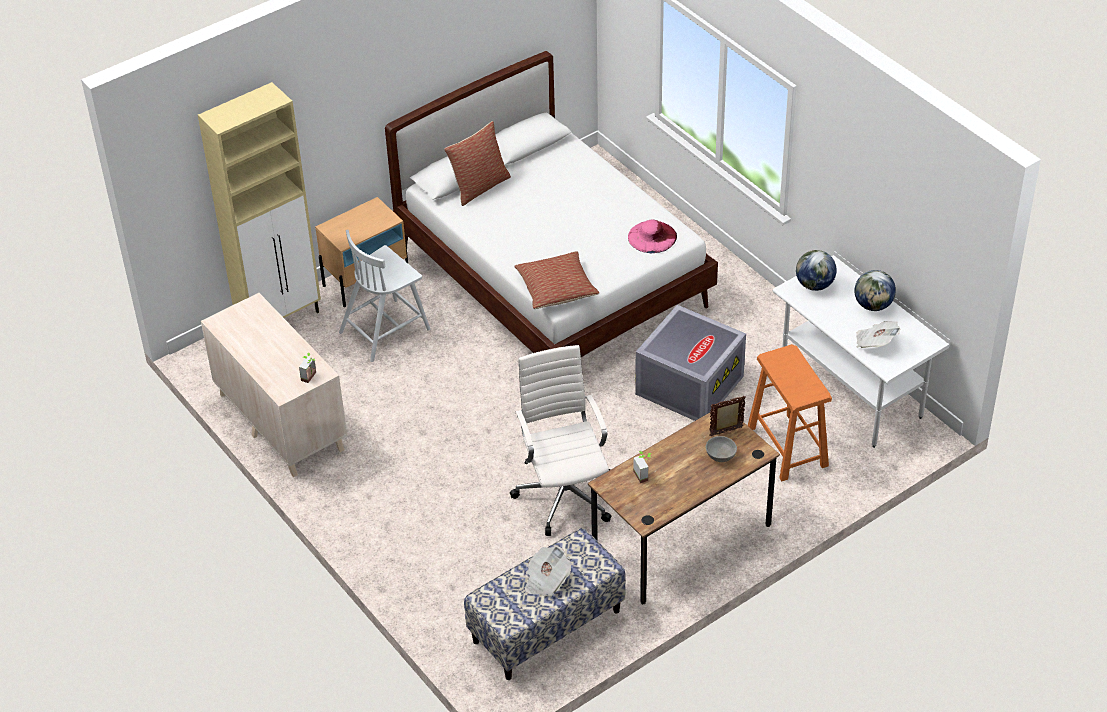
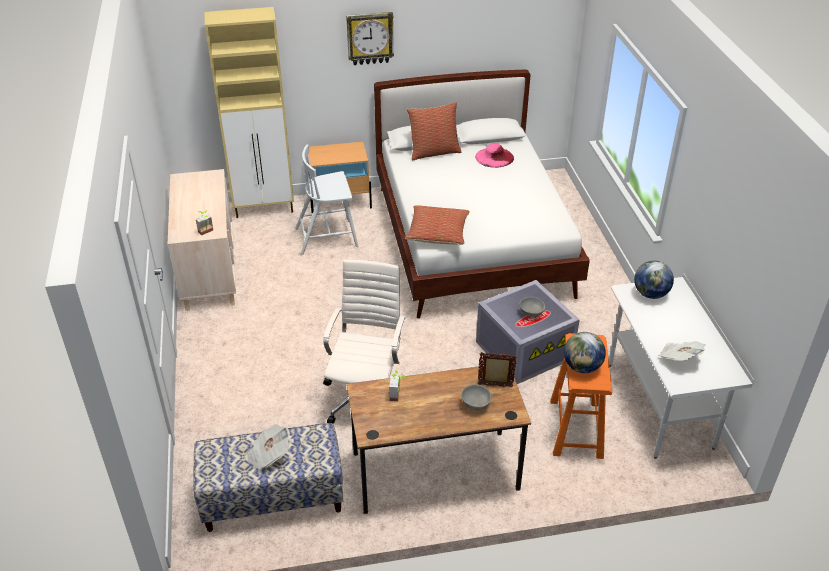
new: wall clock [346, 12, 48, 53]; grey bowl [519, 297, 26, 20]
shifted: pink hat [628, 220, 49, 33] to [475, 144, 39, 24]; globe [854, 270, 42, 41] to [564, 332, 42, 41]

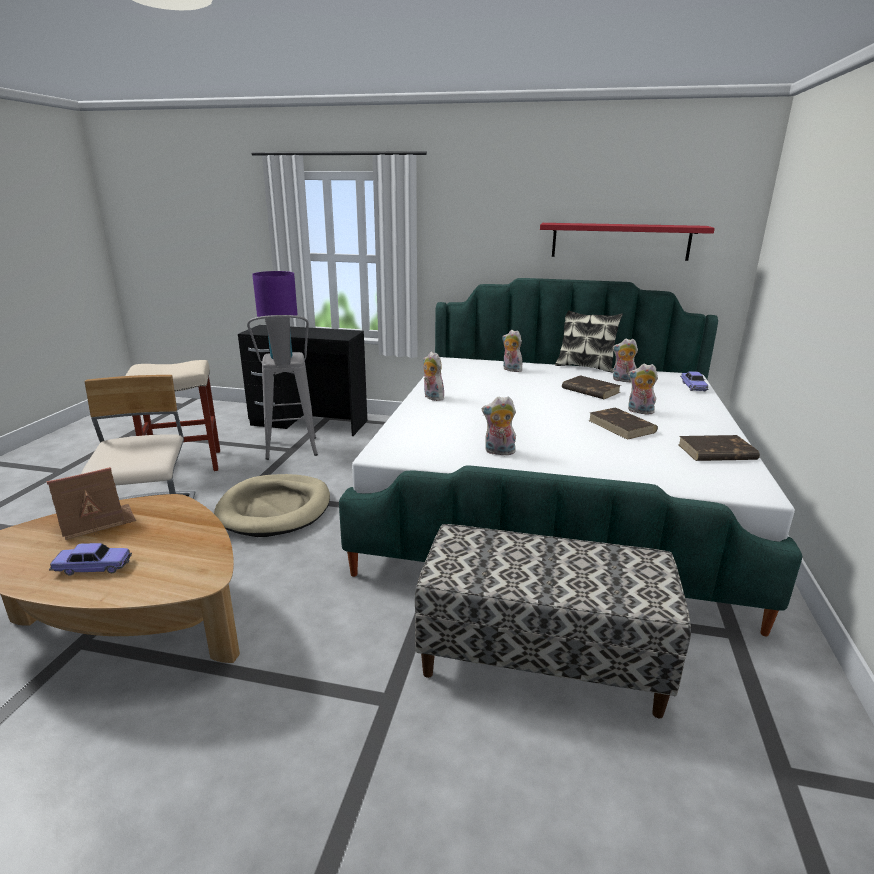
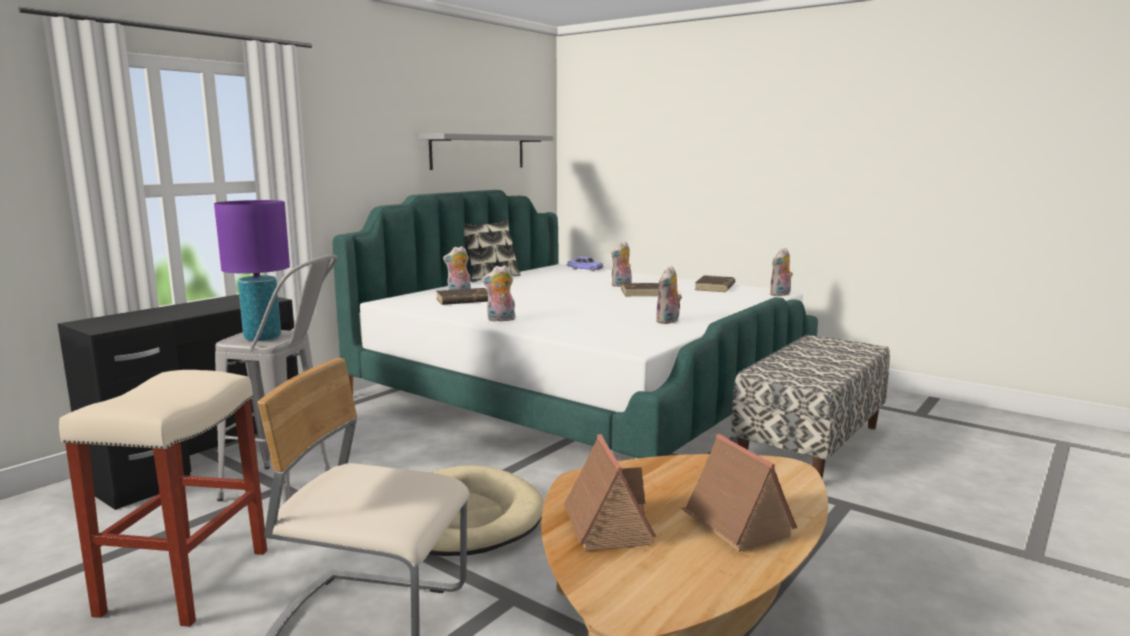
shifted: brown book [562, 375, 59, 24] to [436, 288, 52, 17]; plush toy [613, 338, 25, 45] to [770, 248, 23, 48]
swapped: toy car [49, 543, 83, 32] to toy house [681, 434, 116, 118]
repainted: red shelf [540, 223, 175, 38] to grey shelf [419, 133, 134, 37]

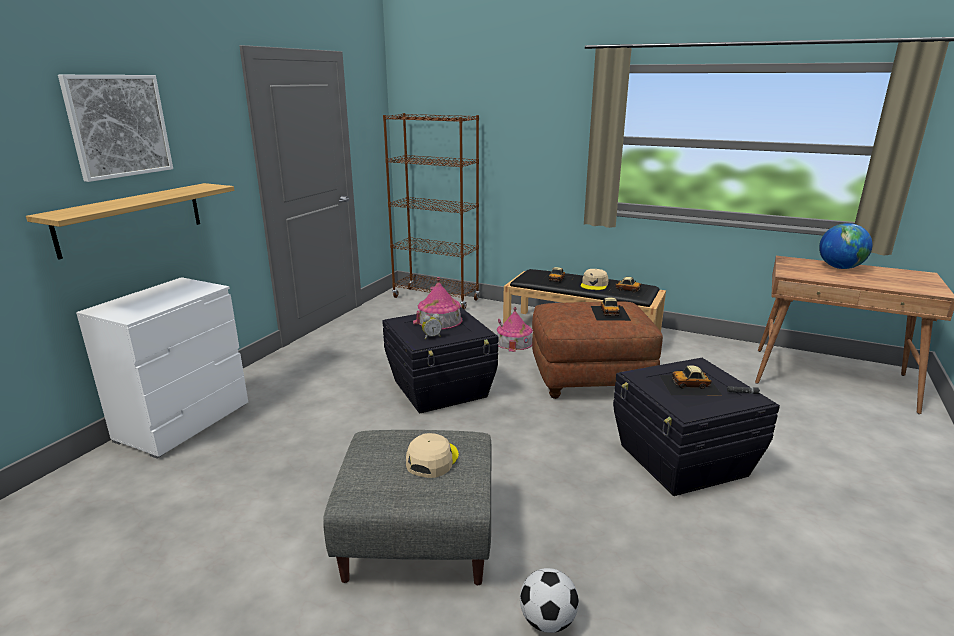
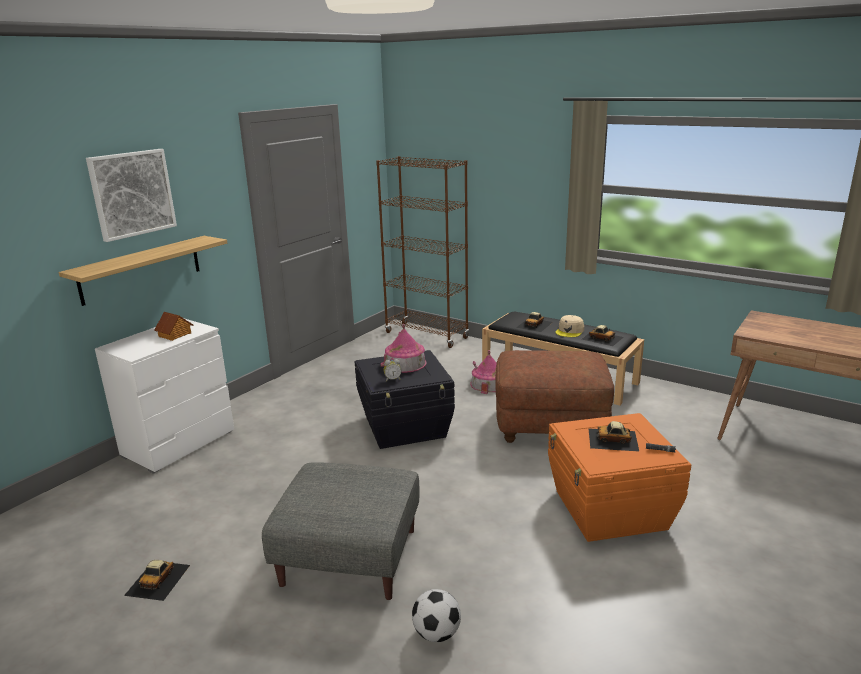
gone: beige cap [406, 433, 53, 45]; globe [819, 223, 53, 46]
new: toy house [154, 312, 39, 29]
shifted: toy car [591, 297, 40, 24] to [124, 560, 66, 41]
repainted: black storage box [613, 358, 167, 138] to orange storage box [548, 413, 143, 129]

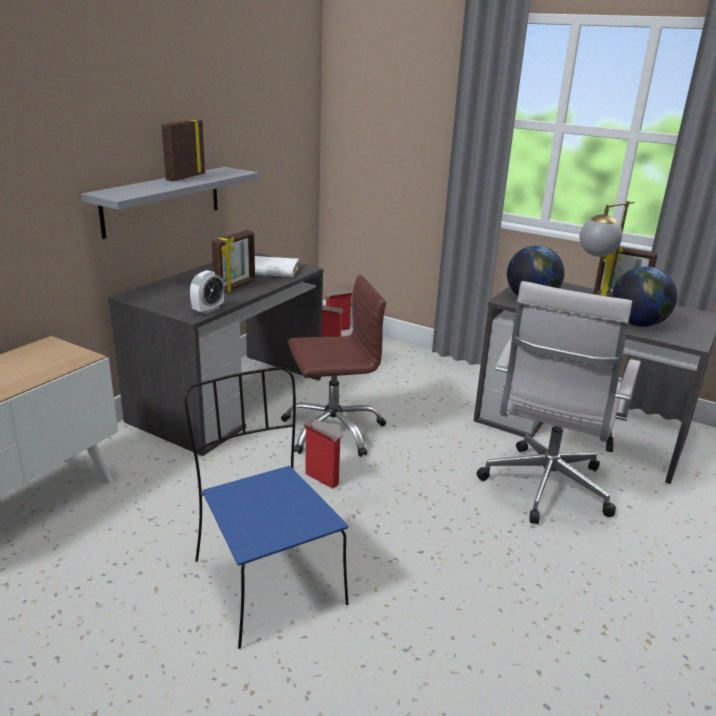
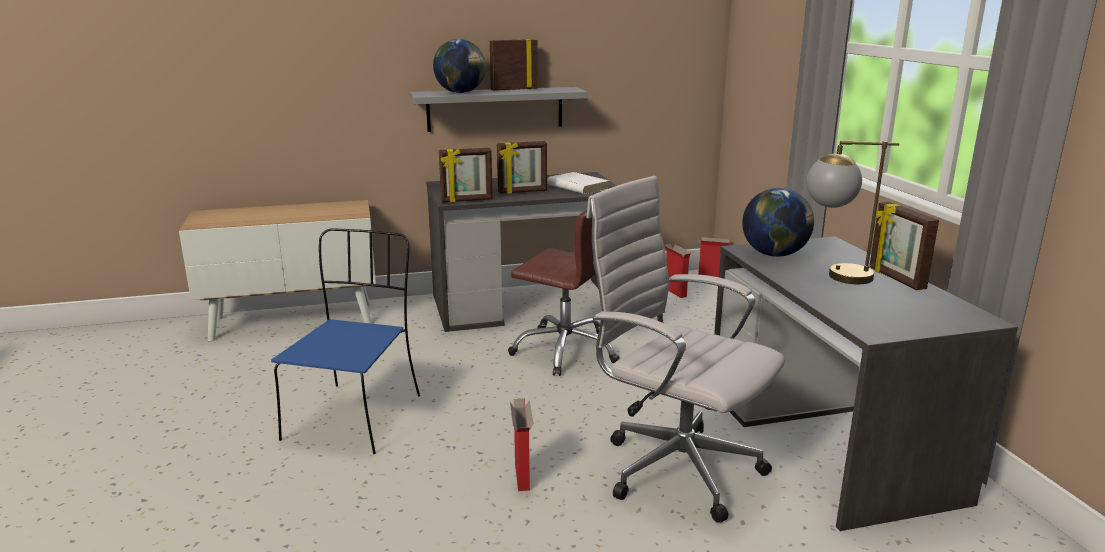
shifted: globe [612, 266, 65, 61] to [433, 39, 53, 54]; cardboard box [304, 419, 40, 70] to [510, 398, 24, 93]
swapped: alarm clock [190, 270, 34, 44] to picture frame [439, 148, 54, 55]
rotated: white office chair [477, 281, 164, 243] = [586, 176, 199, 347] 60 degrees clockwise

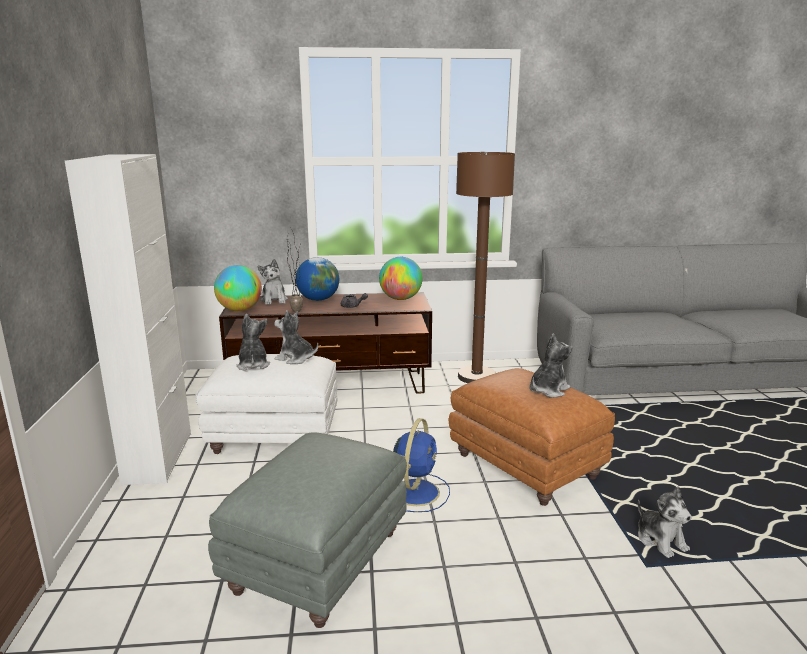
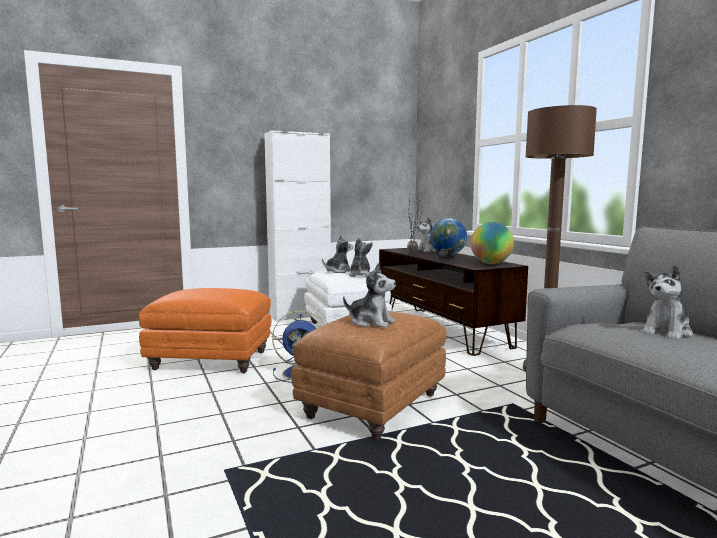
gone: globe [214, 265, 48, 46]
shifted: plush toy [638, 486, 54, 72] to [642, 265, 51, 75]
repainted: grey ottoman [208, 432, 199, 196] to orange ottoman [139, 288, 133, 85]

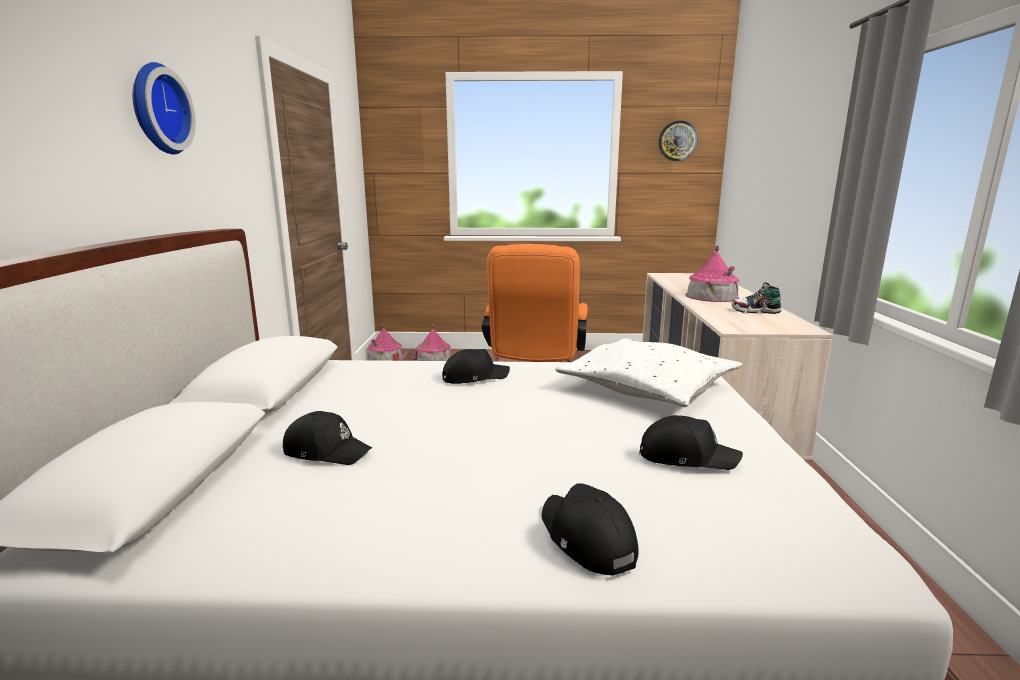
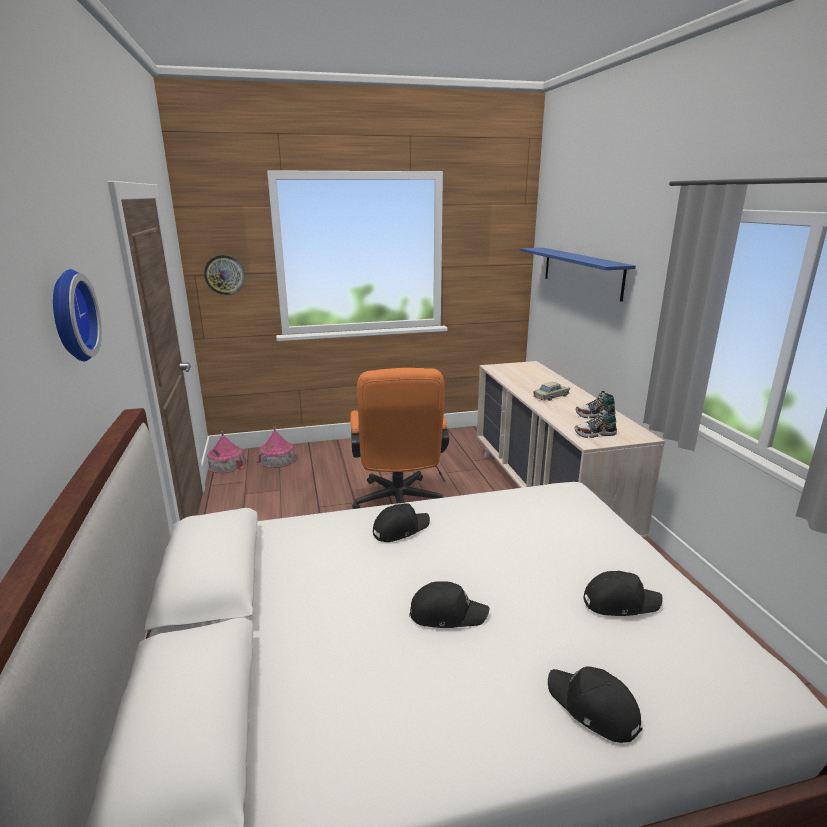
gone: white pillow [555, 338, 187, 69]
new: blue shelf [520, 248, 116, 54]; shoe [575, 408, 42, 30]
shifted: wall clock [658, 121, 40, 40] to [204, 255, 41, 40]; black cap [283, 411, 89, 54] to [409, 581, 80, 47]
swapped: toy house [686, 246, 53, 56] to beige toy car [533, 382, 37, 19]

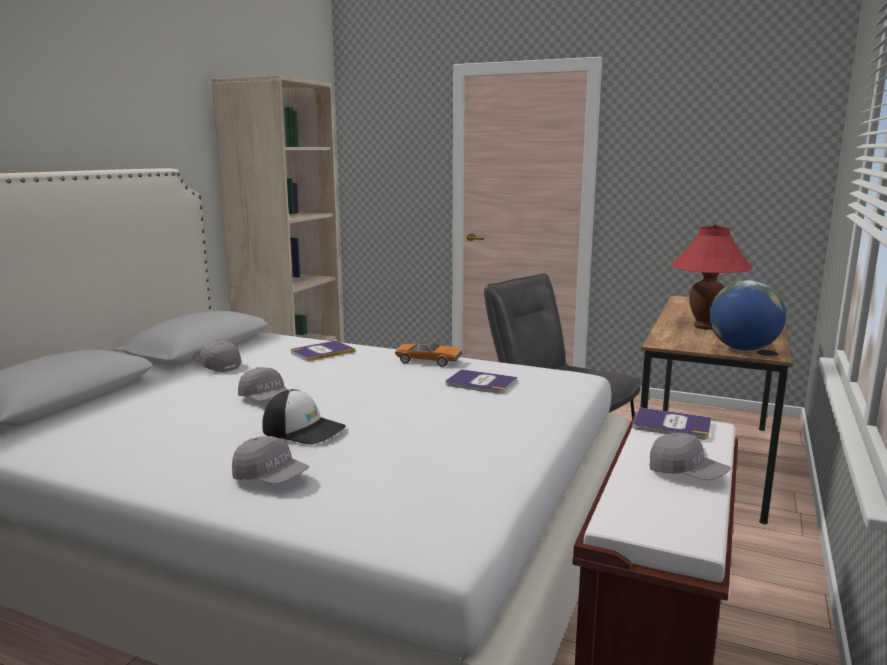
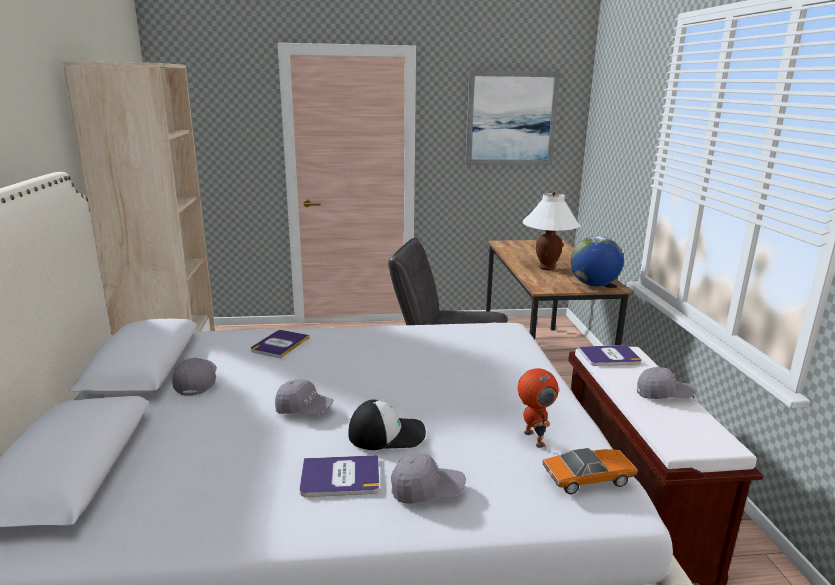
new: picture [465, 70, 95, 95]; toy robot [518, 368, 41, 80]
shifted: book [446, 369, 71, 25] to [299, 455, 80, 42]; toy car [395, 339, 67, 28] to [542, 448, 96, 46]
repainted: red table lamp [670, 224, 83, 105] to white table lamp [523, 192, 58, 78]
rotated: grey cap [192, 340, 49, 32] = [172, 358, 45, 38] 75 degrees clockwise

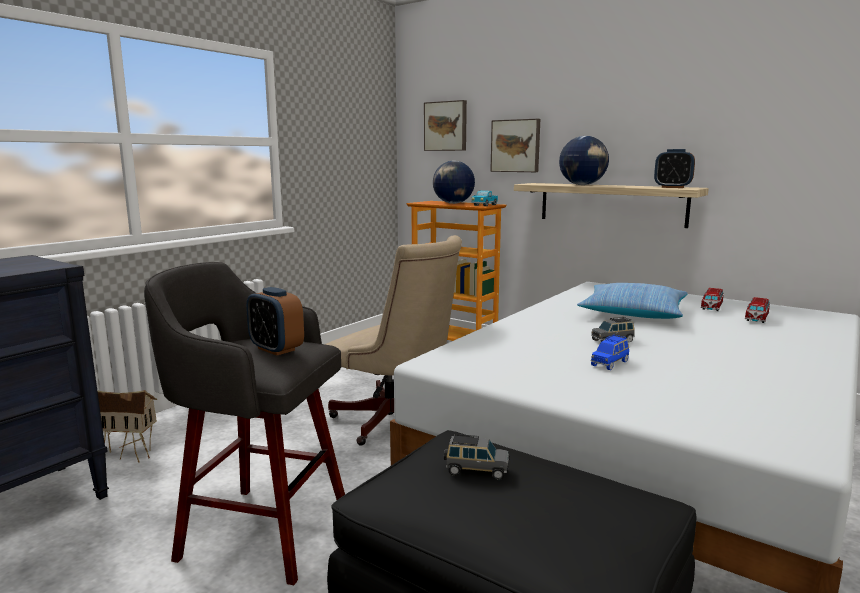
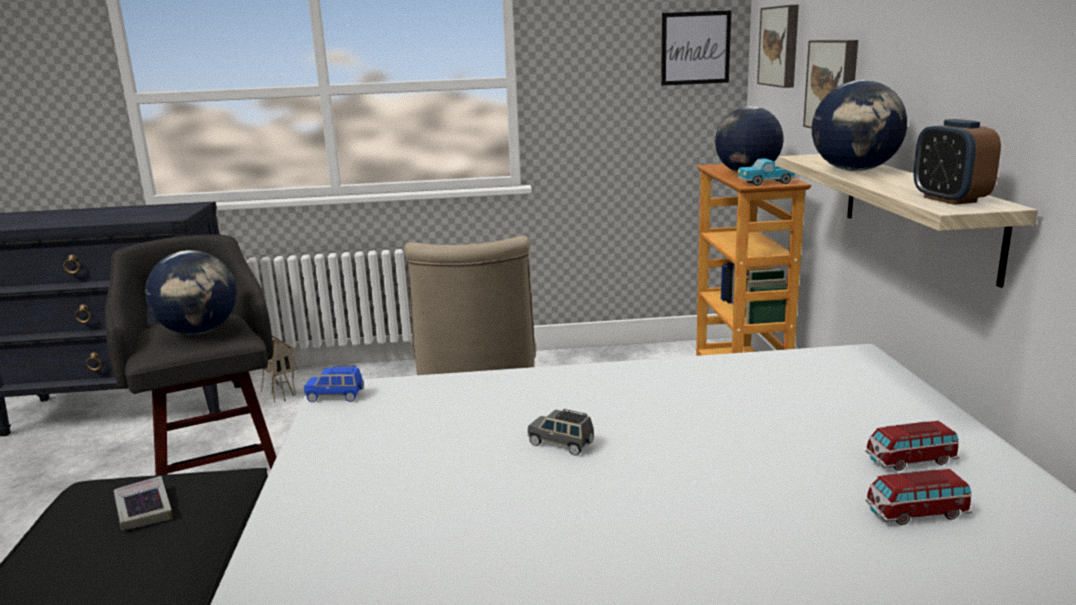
gone: pillow [577, 283, 111, 36]
new: picture [661, 10, 70, 76]
shifted: blue toy car [591, 335, 38, 35] to [304, 366, 60, 36]
swapped: grey toy car [444, 434, 65, 46] to book [114, 476, 58, 54]; alarm clock [246, 287, 58, 69] to globe [145, 250, 92, 85]

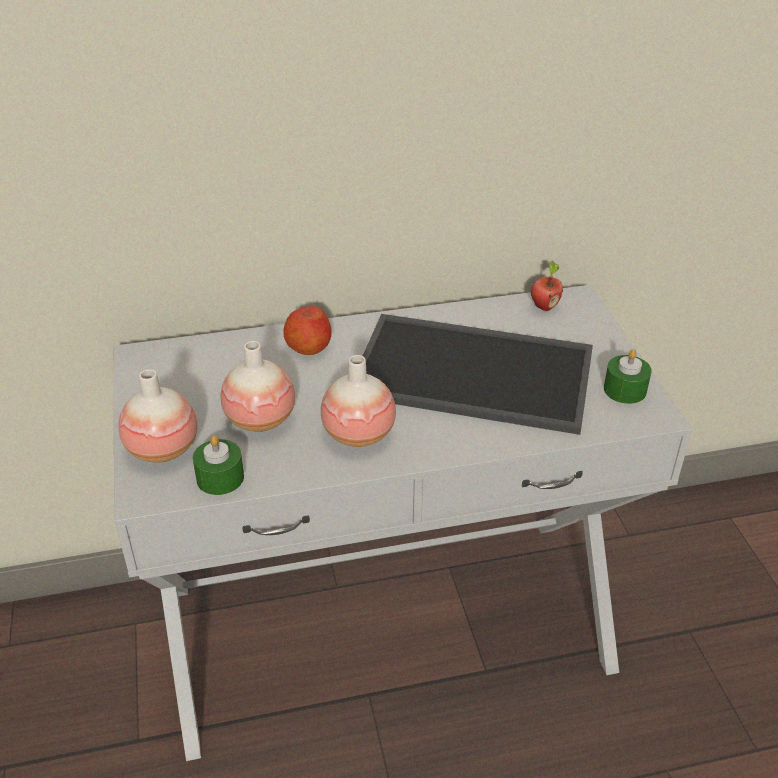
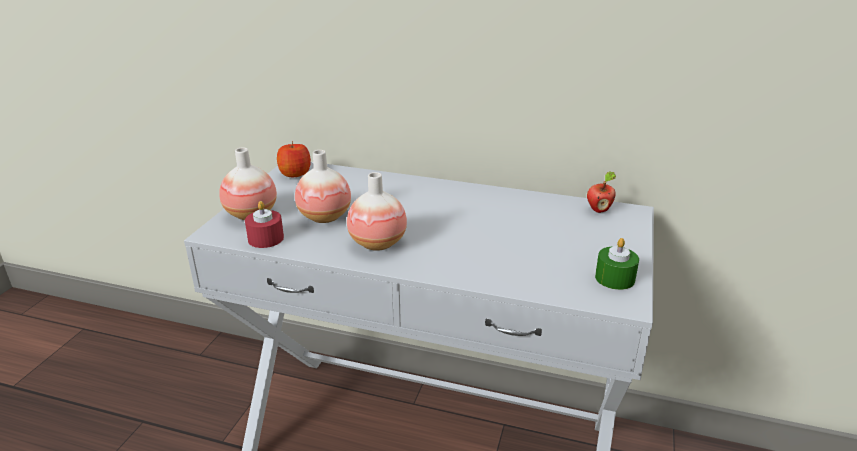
gone: tray [363, 314, 230, 121]
shifted: apple [283, 306, 49, 49] to [277, 141, 34, 36]
repainted: green candle [193, 436, 51, 59] to red candle [245, 201, 39, 47]

